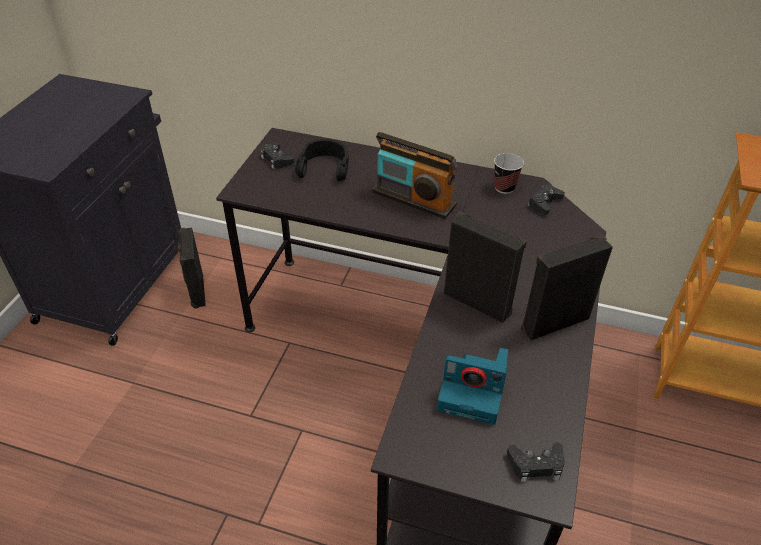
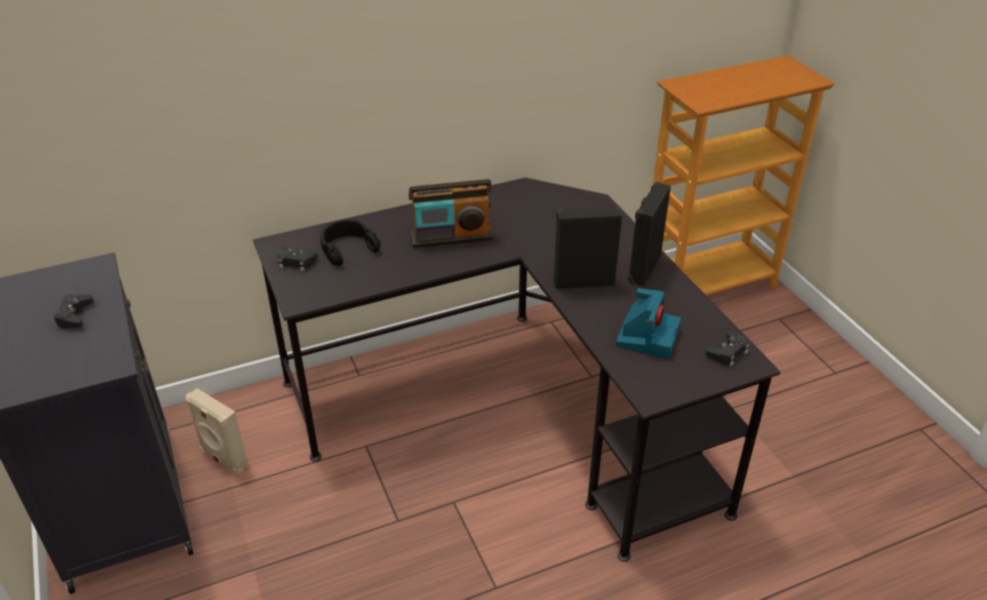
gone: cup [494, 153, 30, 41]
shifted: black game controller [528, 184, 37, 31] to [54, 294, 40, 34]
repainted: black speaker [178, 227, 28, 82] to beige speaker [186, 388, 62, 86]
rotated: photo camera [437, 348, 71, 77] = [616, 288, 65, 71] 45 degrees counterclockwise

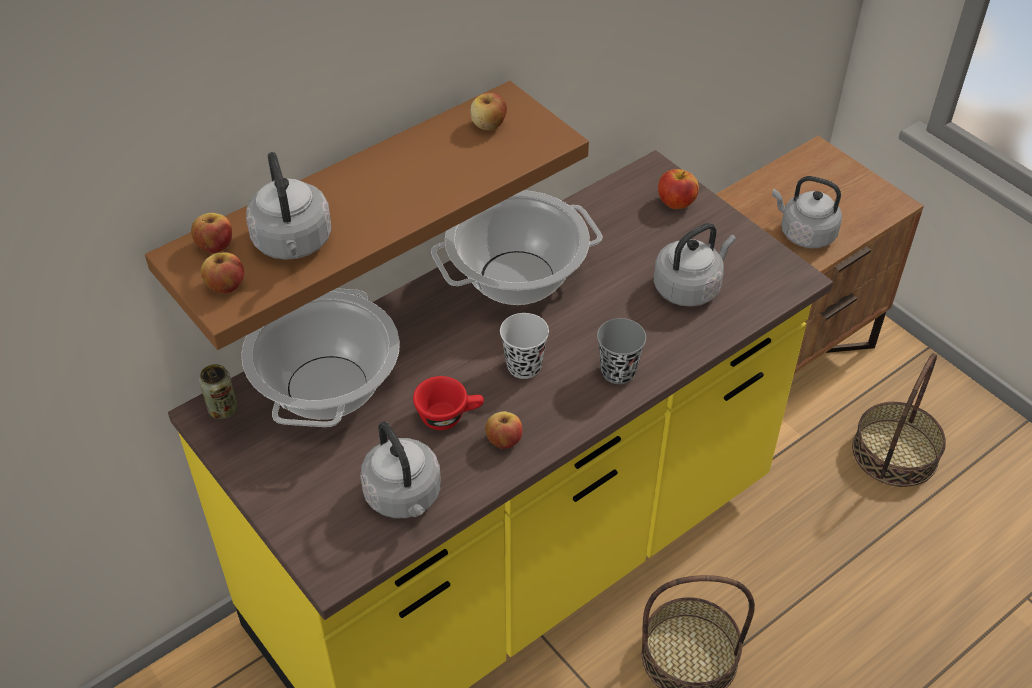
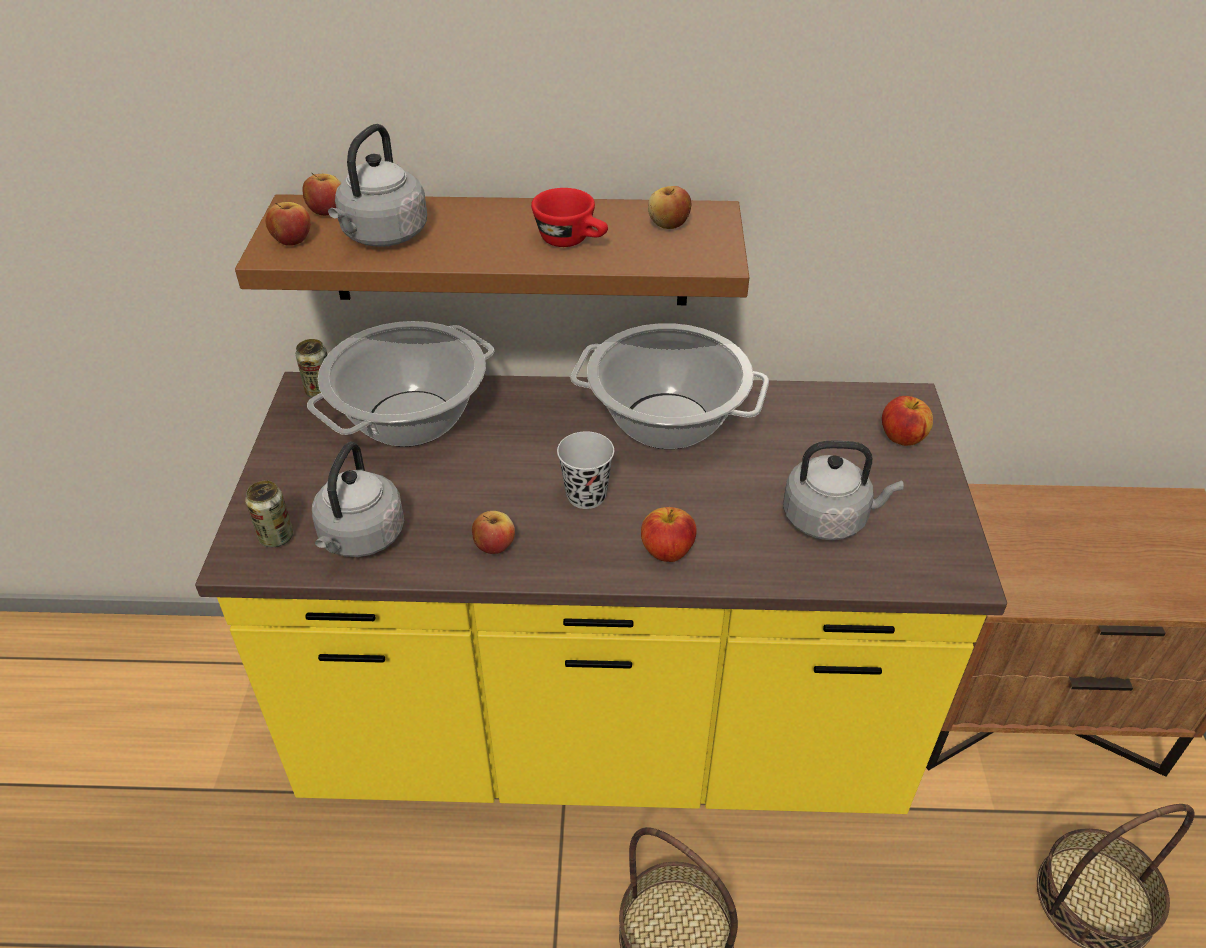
gone: grey kettle [772, 176, 70, 72]
new: can [245, 481, 48, 66]
shifted: red cup [413, 376, 71, 54] to [531, 188, 77, 59]
swapped: grey cup [597, 318, 49, 66] to apple [641, 507, 56, 55]

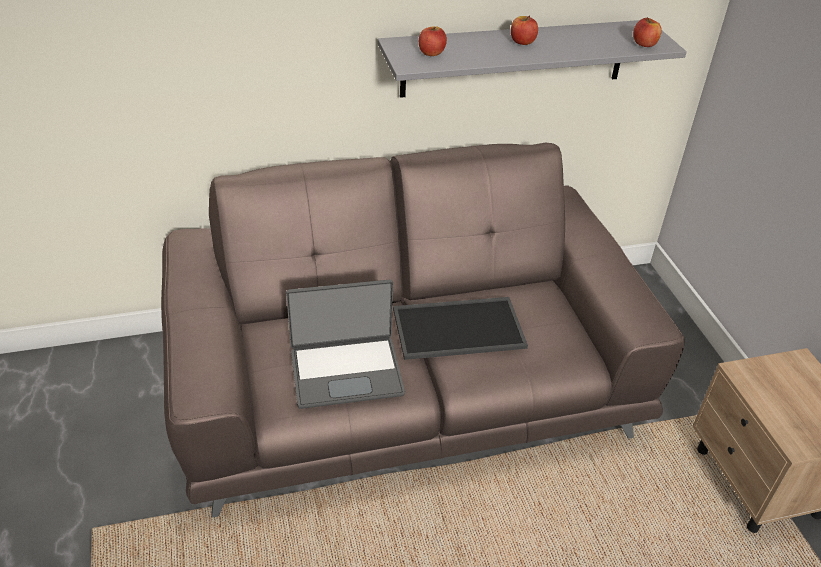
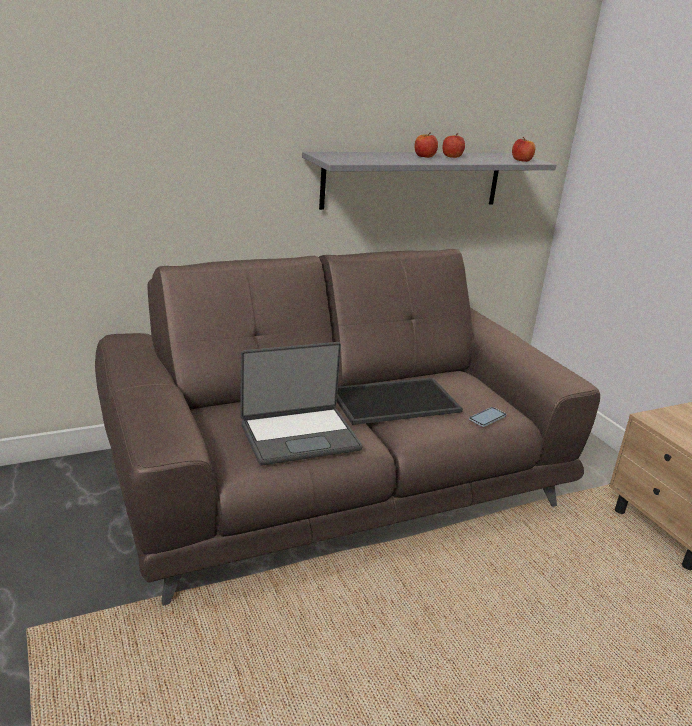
new: phone [469, 407, 37, 20]
shifted: apple [419, 26, 28, 30] to [443, 133, 22, 25]

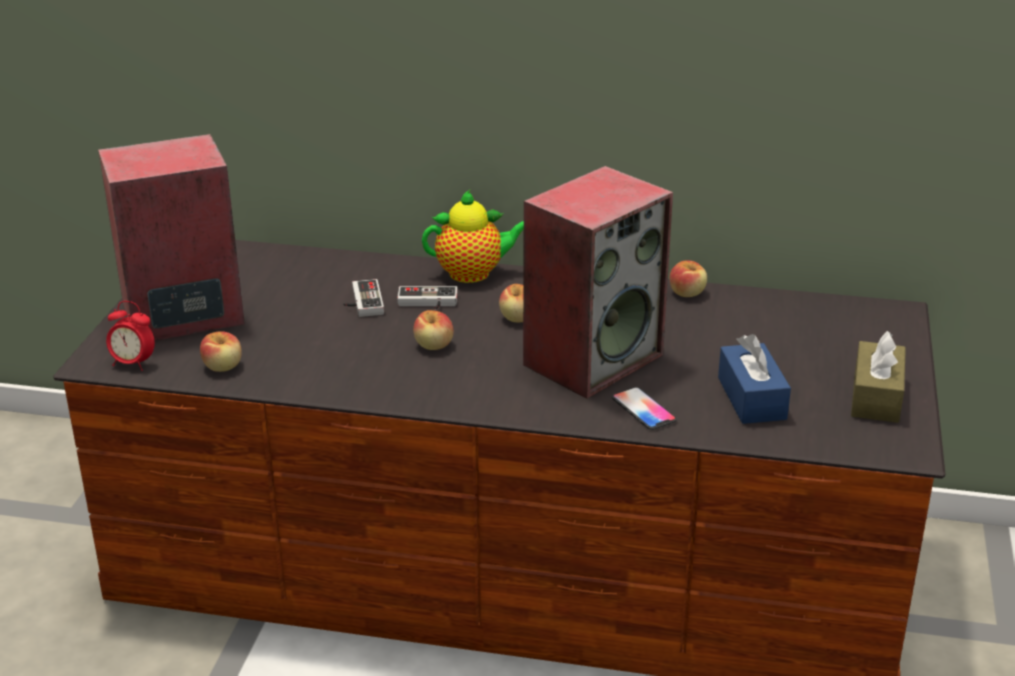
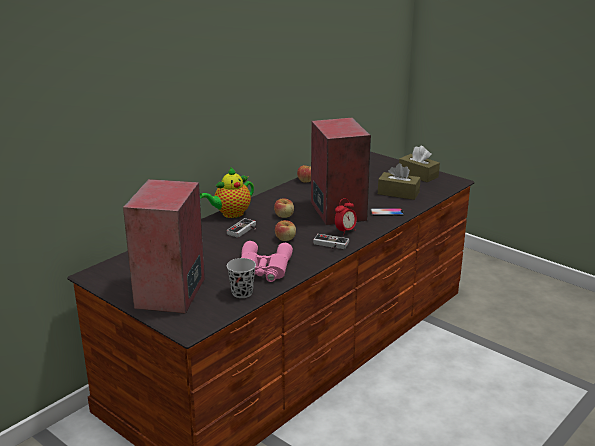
new: pink binoculars [241, 241, 52, 41]
shifted: game controller [344, 279, 40, 38] to [313, 234, 36, 15]; alarm clock [106, 301, 49, 70] to [335, 198, 22, 35]
swapped: apple [200, 331, 42, 41] to black cup [227, 258, 29, 40]
repainted: blue tissue box [718, 334, 73, 90] to brown tissue box [378, 163, 43, 37]
rotated: teapot [422, 190, 102, 93] = [200, 167, 54, 51] 150 degrees counterclockwise

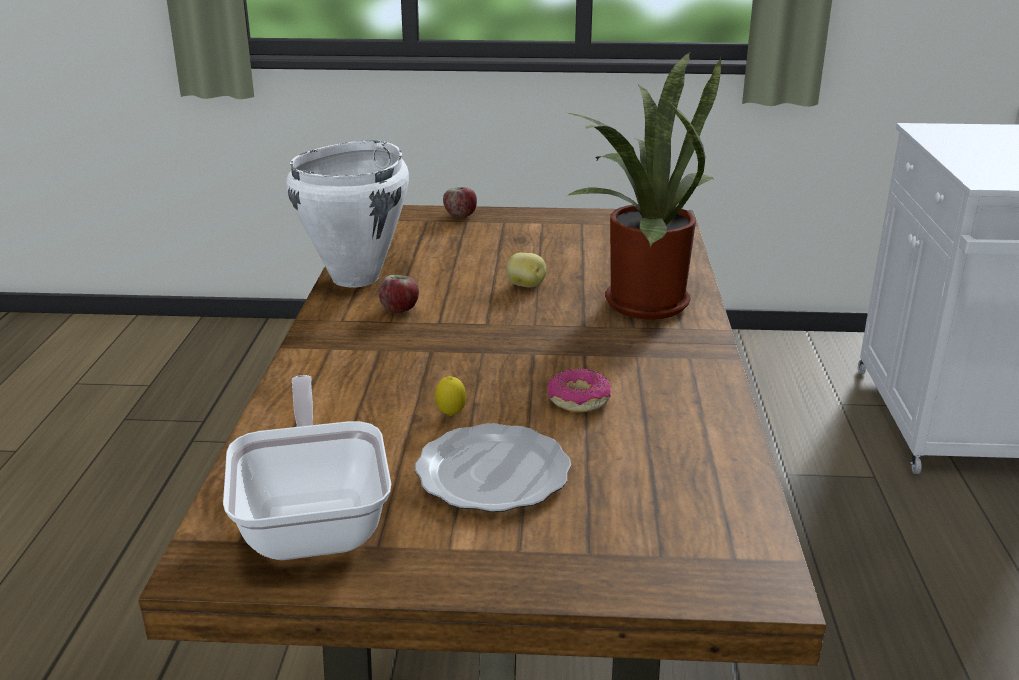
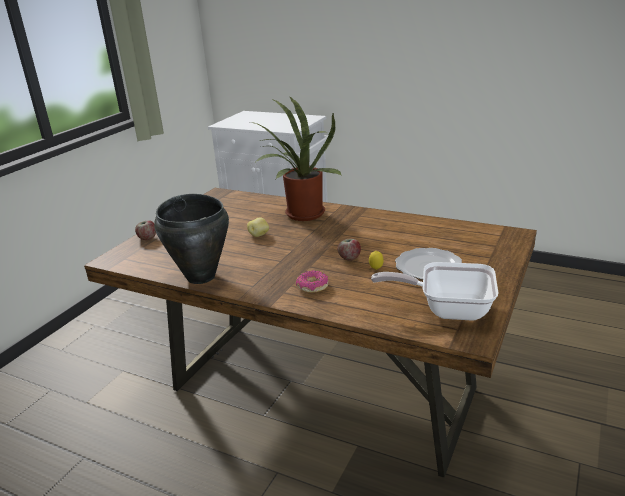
shifted: donut [548, 368, 64, 44] to [296, 270, 33, 23]; apple [378, 275, 41, 38] to [337, 239, 24, 21]
repainted: white cooking pot [286, 141, 123, 146] to black cooking pot [154, 194, 75, 90]

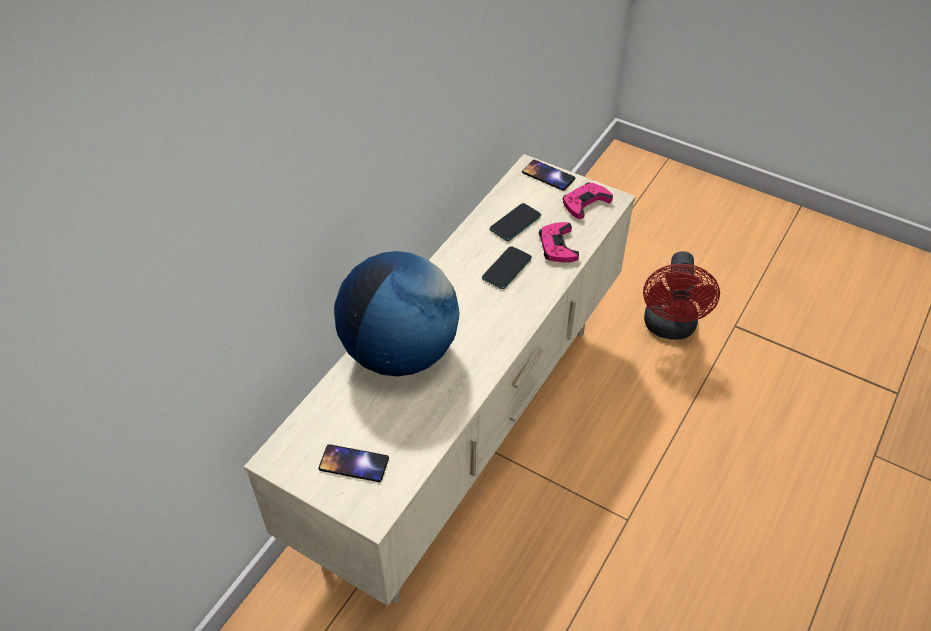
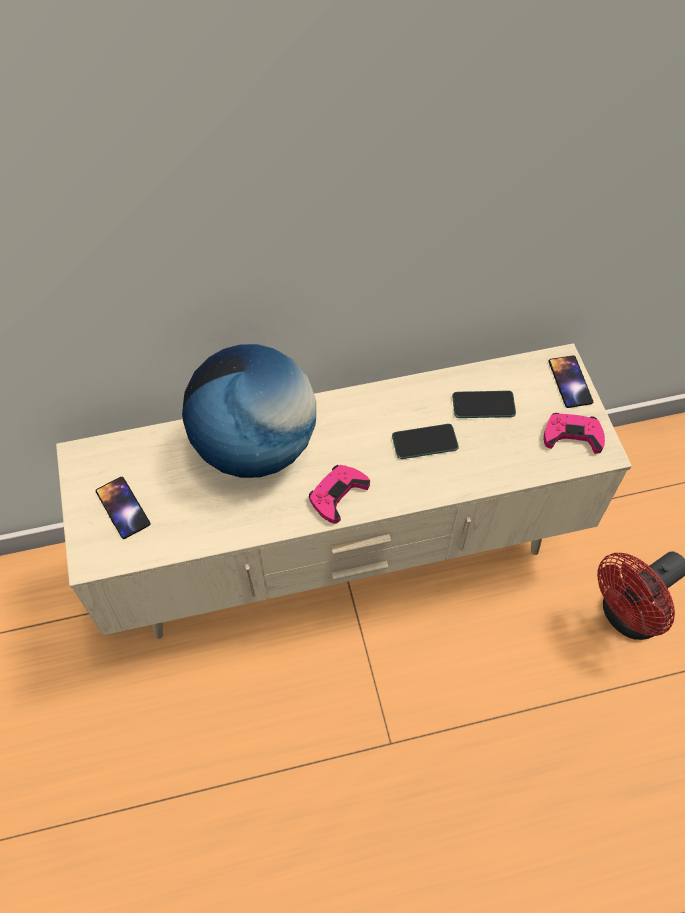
shifted: pink game controller [539, 222, 40, 40] to [309, 465, 61, 59]

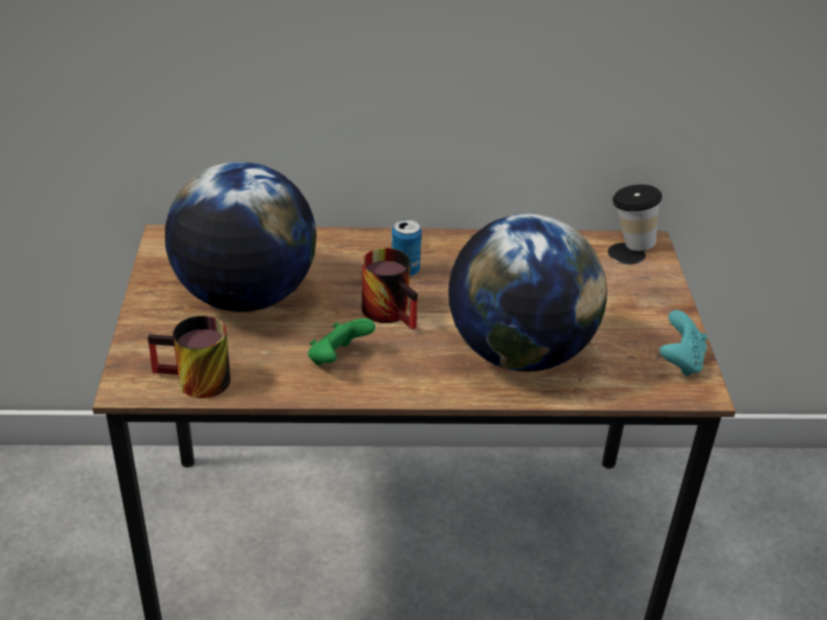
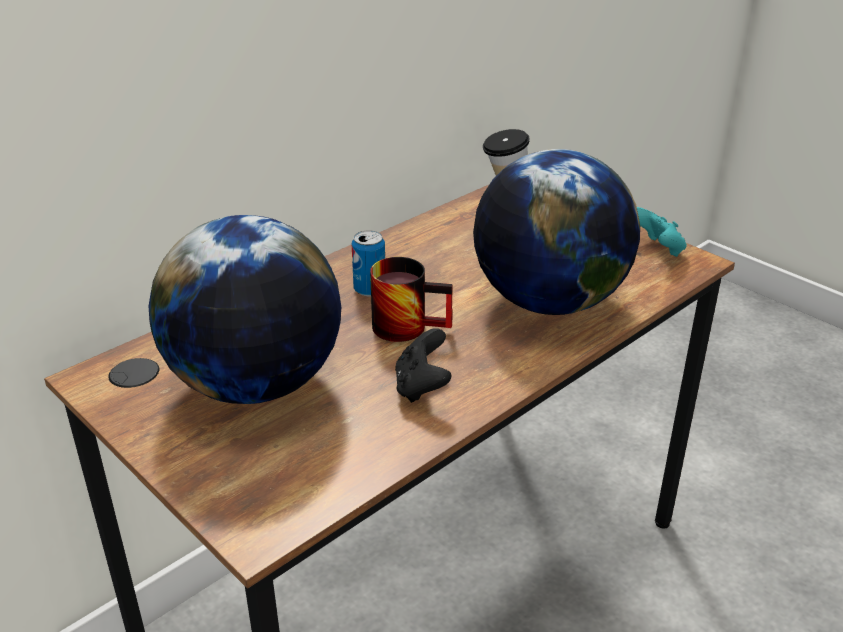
gone: mug [148, 316, 83, 82]
repainted: green game controller [308, 318, 67, 47] to black game controller [395, 328, 57, 75]

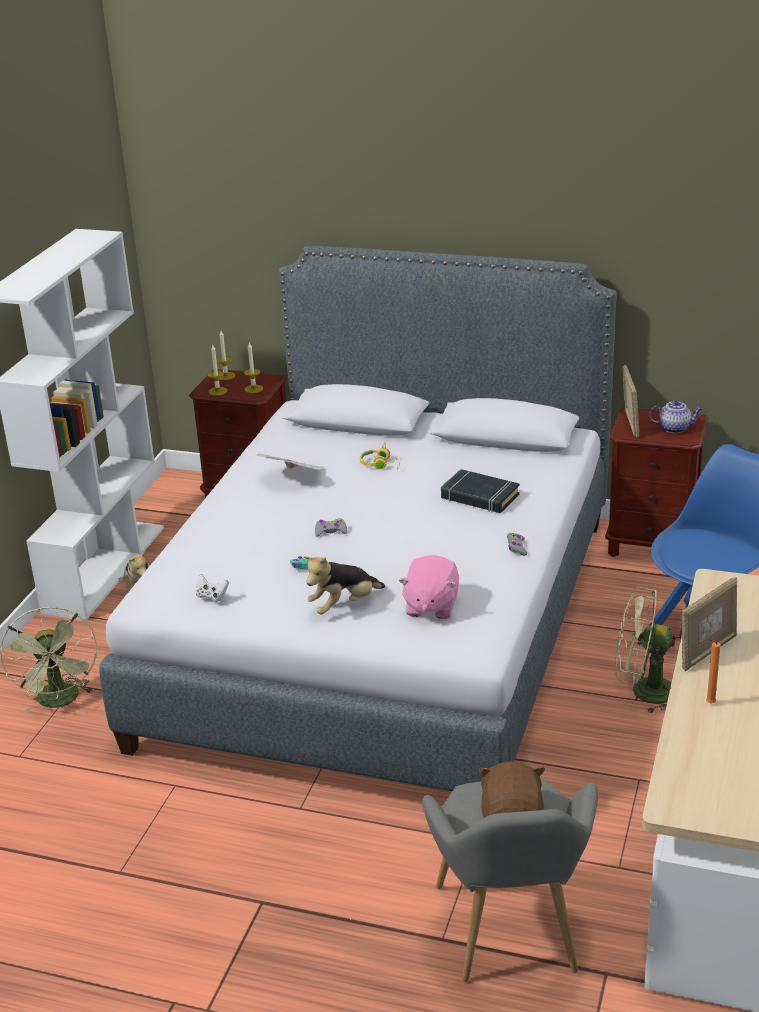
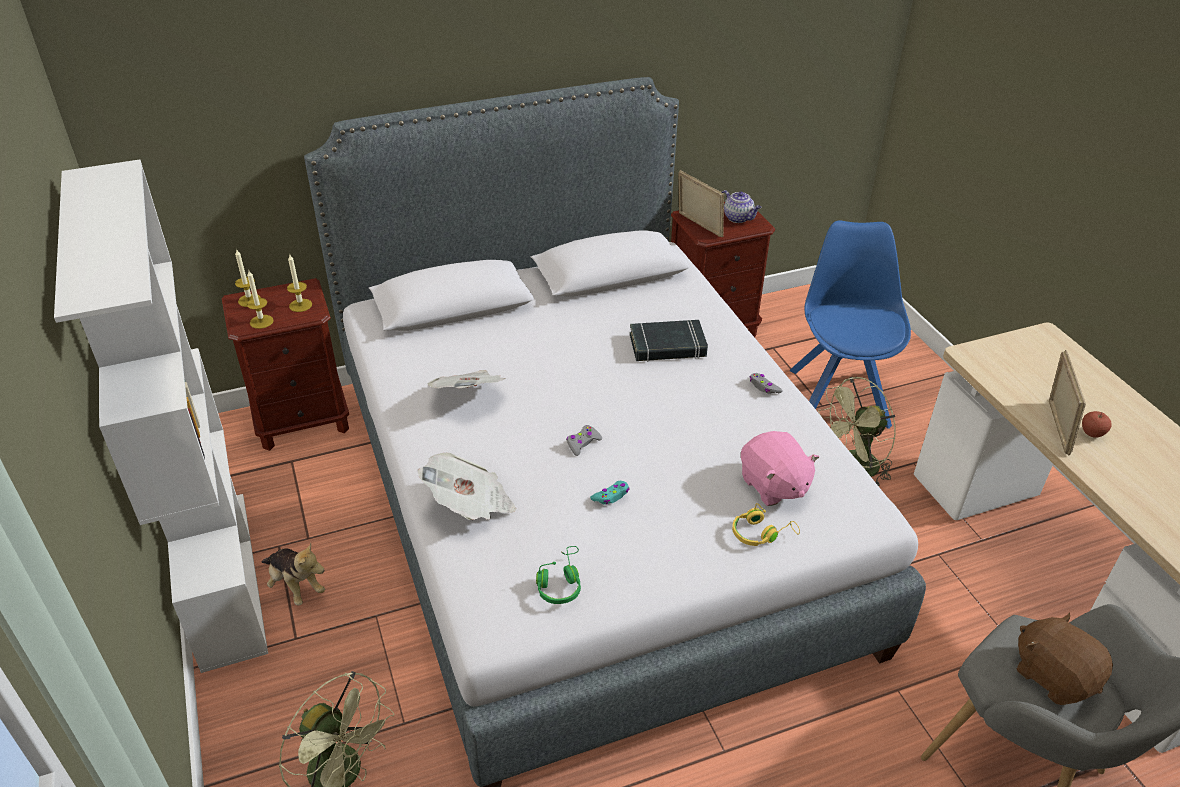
gone: plush toy [304, 556, 81, 58]; orange candle [706, 639, 15, 65]
new: newspaper [418, 453, 98, 68]; apple [1082, 411, 30, 26]
shifted: yellow headphones [360, 443, 40, 26] to [732, 503, 68, 43]
swapped: white game controller [196, 574, 33, 28] to green headphones [536, 546, 45, 58]
rotated: teapot [649, 400, 54, 33] = [722, 190, 39, 33] 75 degrees clockwise

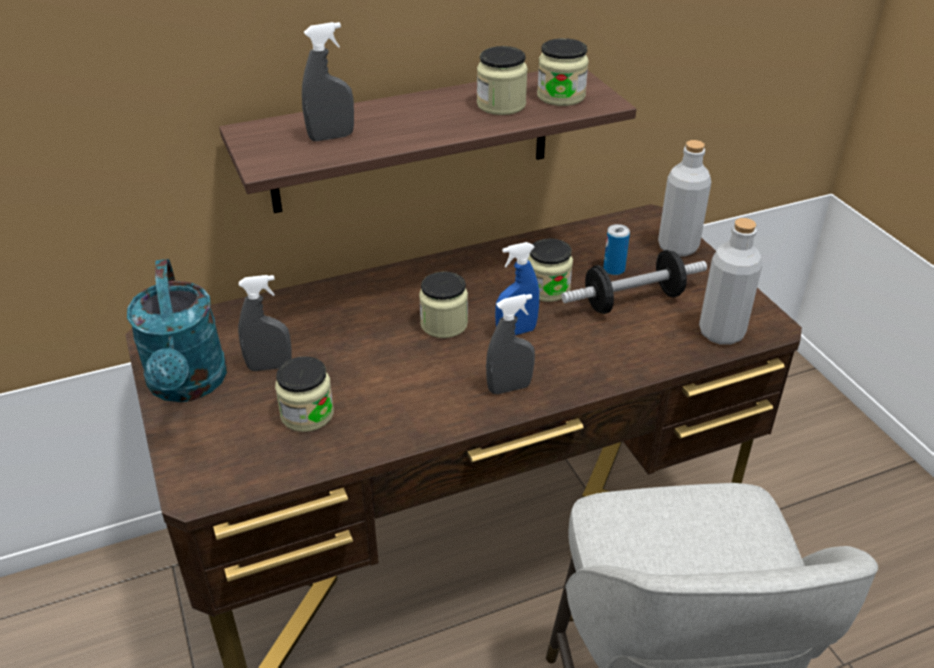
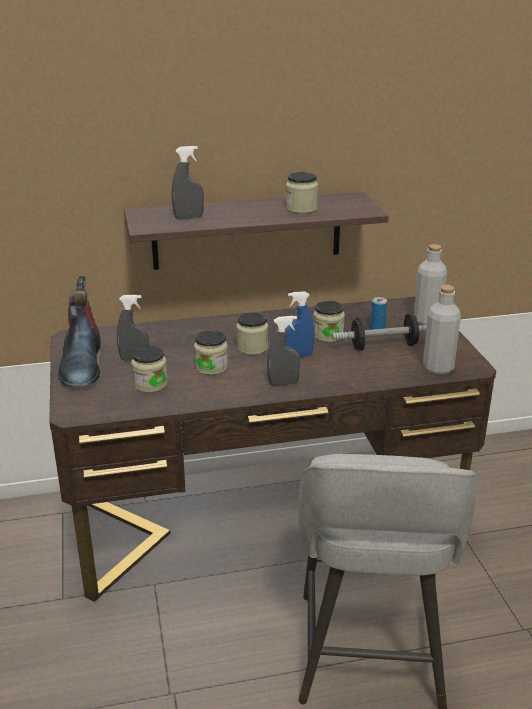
shifted: jar [537, 38, 52, 68] to [194, 330, 34, 45]
swapped: turquoise watering can [127, 259, 100, 143] to boot [58, 276, 43, 111]

